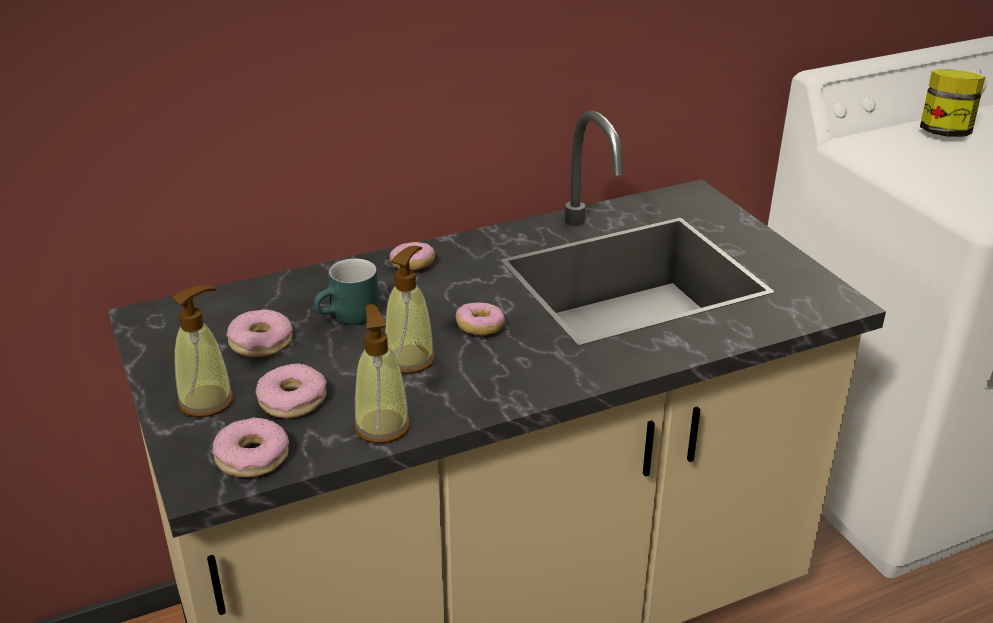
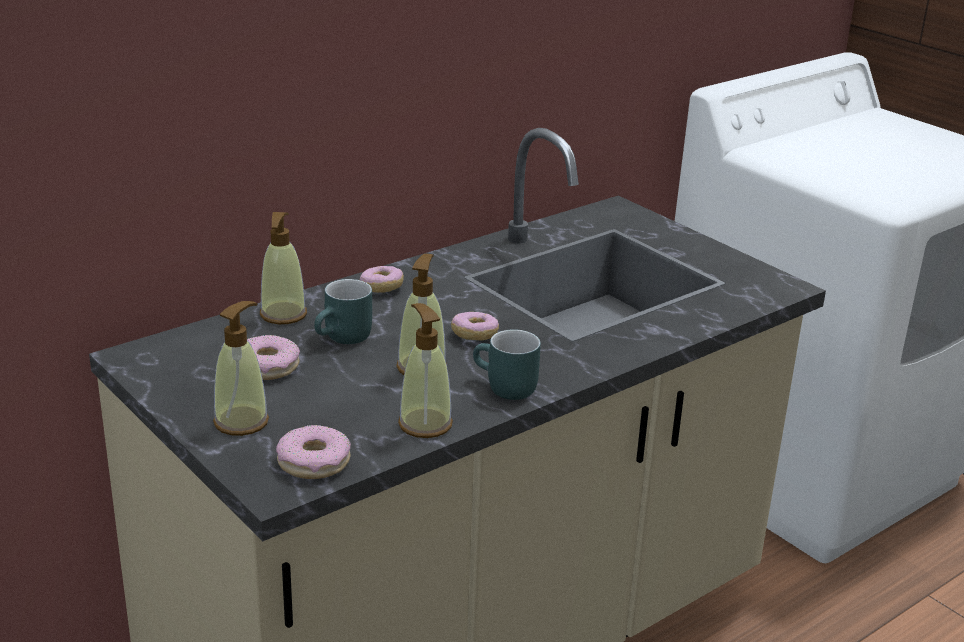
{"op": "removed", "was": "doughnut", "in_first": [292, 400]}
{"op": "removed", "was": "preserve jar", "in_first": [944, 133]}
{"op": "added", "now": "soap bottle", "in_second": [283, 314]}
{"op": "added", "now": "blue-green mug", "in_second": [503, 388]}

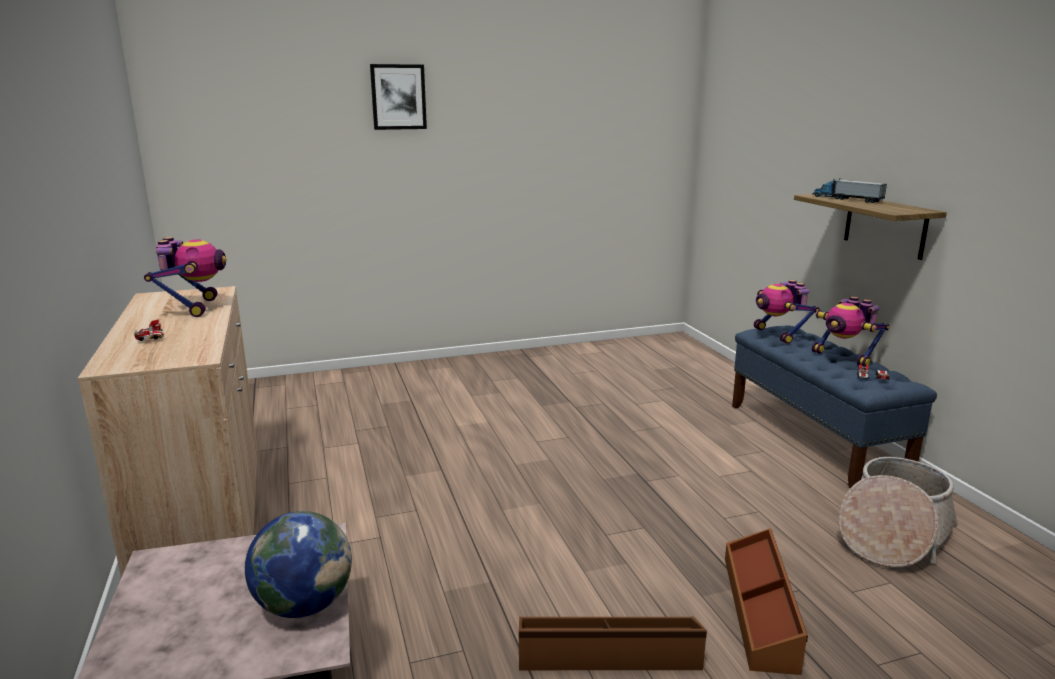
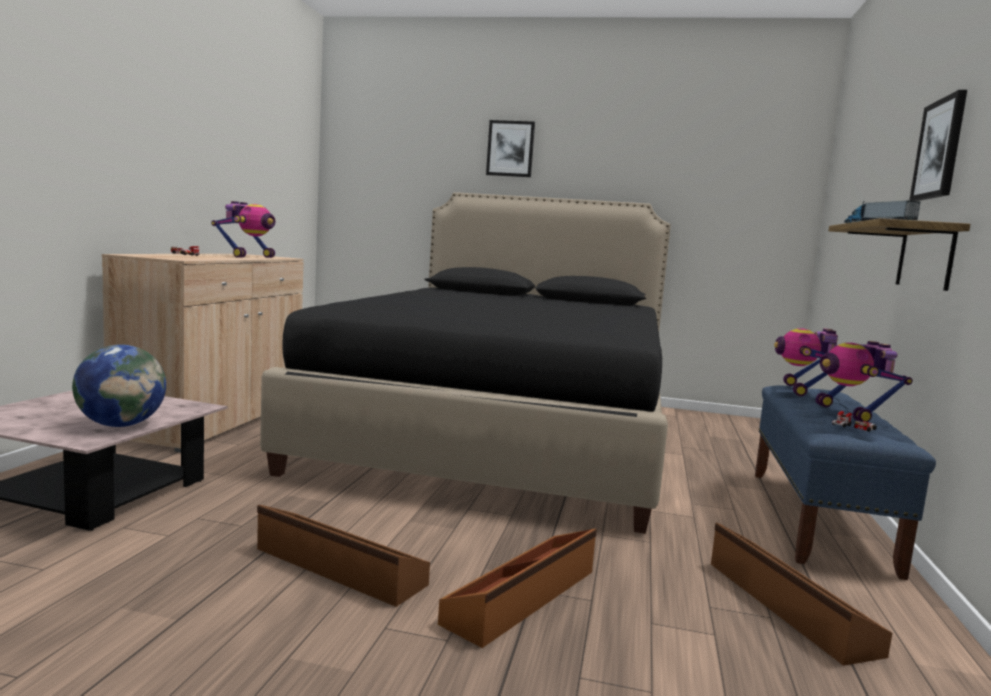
{"op": "replaced", "was": "basket", "now": "brownish storage bin", "in_first": [892, 534], "in_second": [786, 606]}
{"op": "added", "now": "black-coloured bed", "in_second": [502, 432]}
{"op": "added", "now": "wall picture", "in_second": [940, 149]}

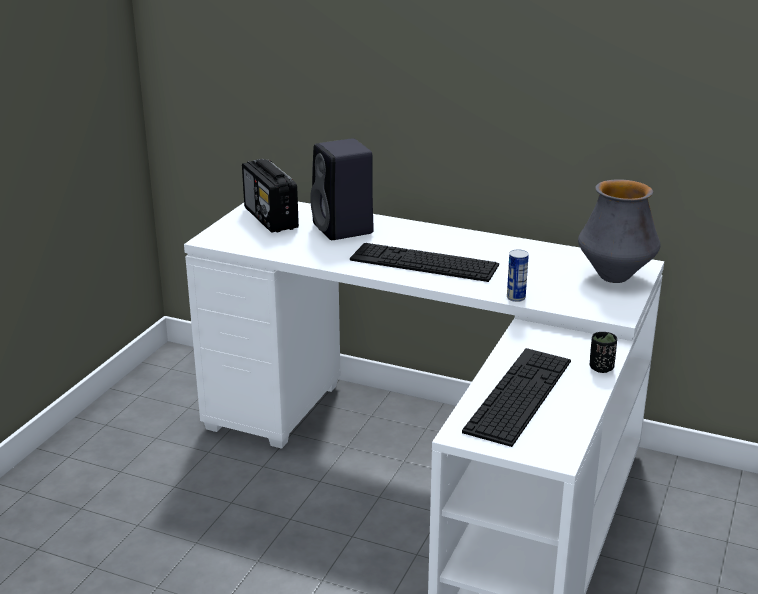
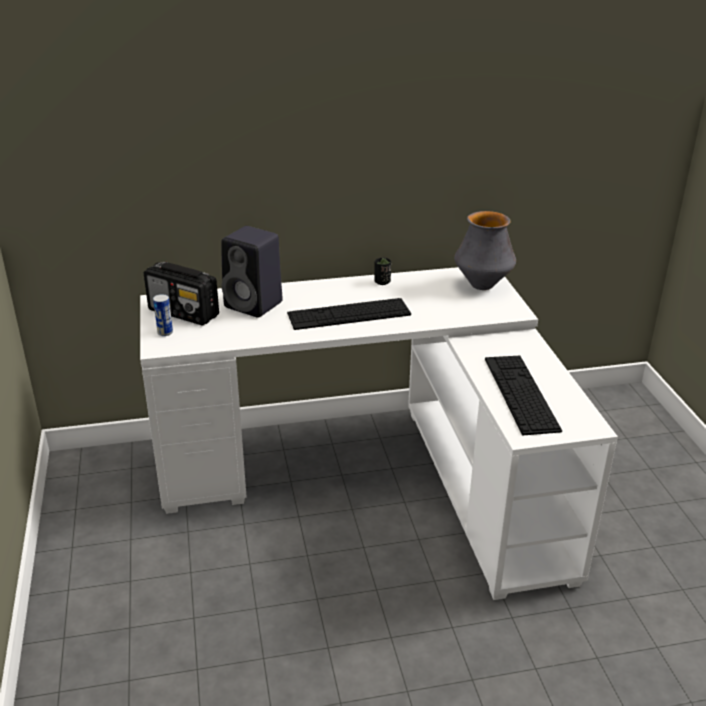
{"op": "moved", "was": "can", "in_first": [516, 298], "in_second": [165, 332]}
{"op": "moved", "was": "black-coloured cup", "in_first": [601, 368], "in_second": [382, 282]}

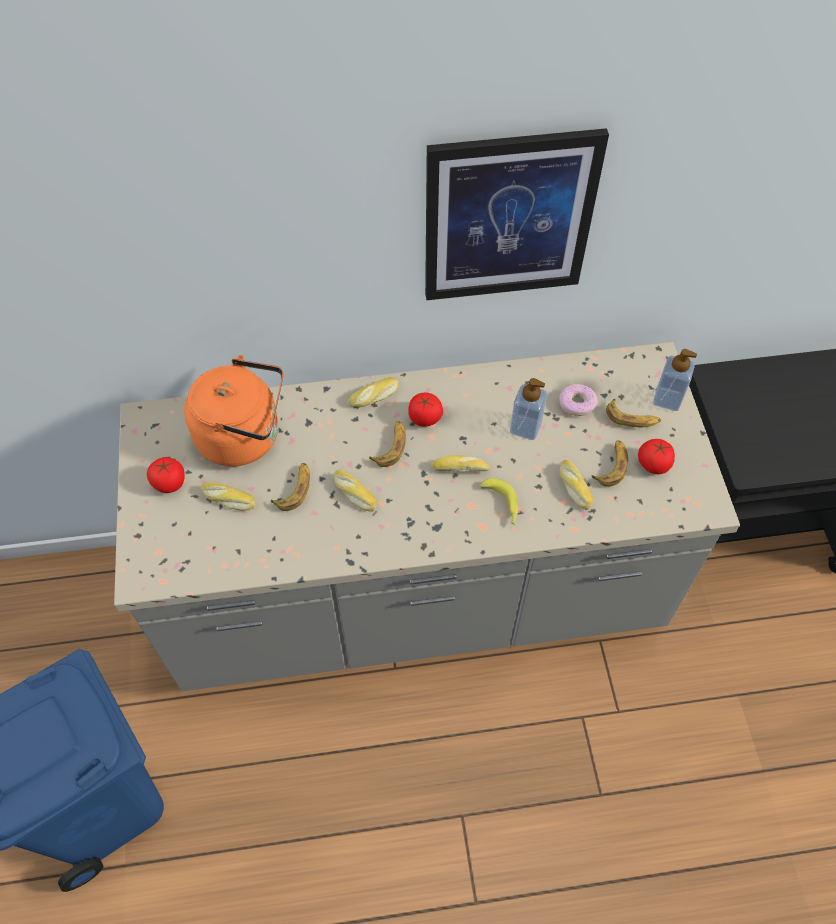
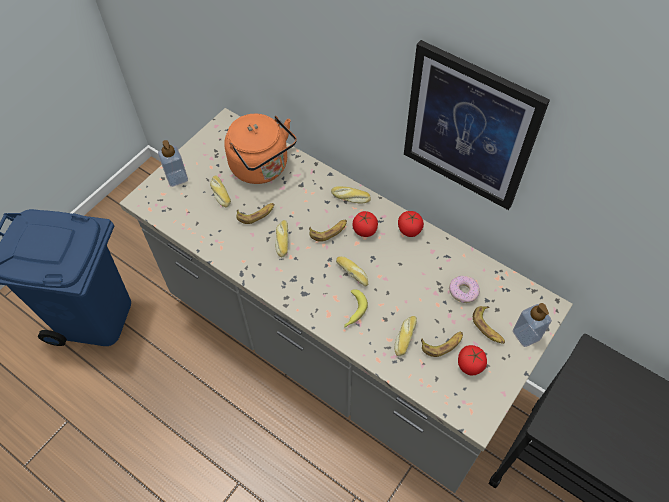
{"op": "moved", "was": "whole tomato", "in_first": [169, 483], "in_second": [409, 229]}
{"op": "moved", "was": "soap bottle", "in_first": [525, 427], "in_second": [177, 178]}

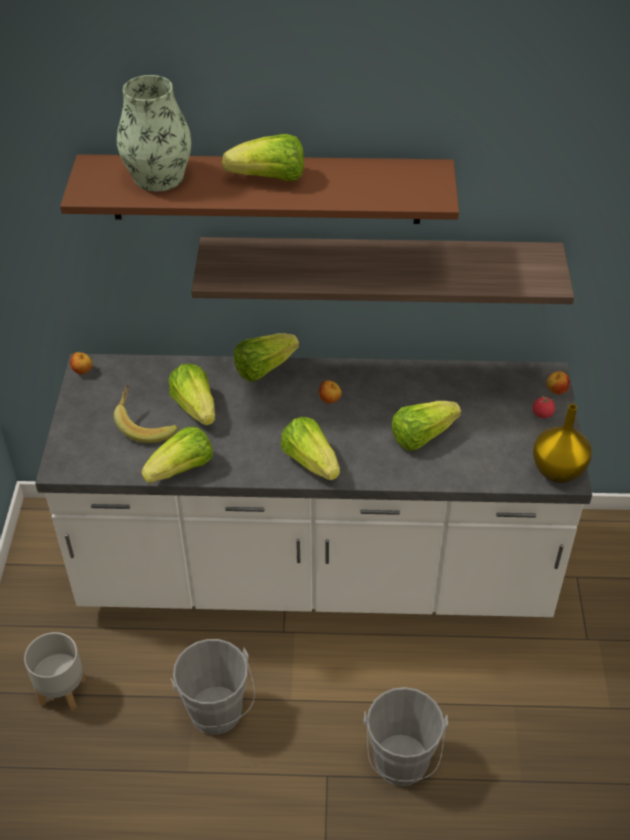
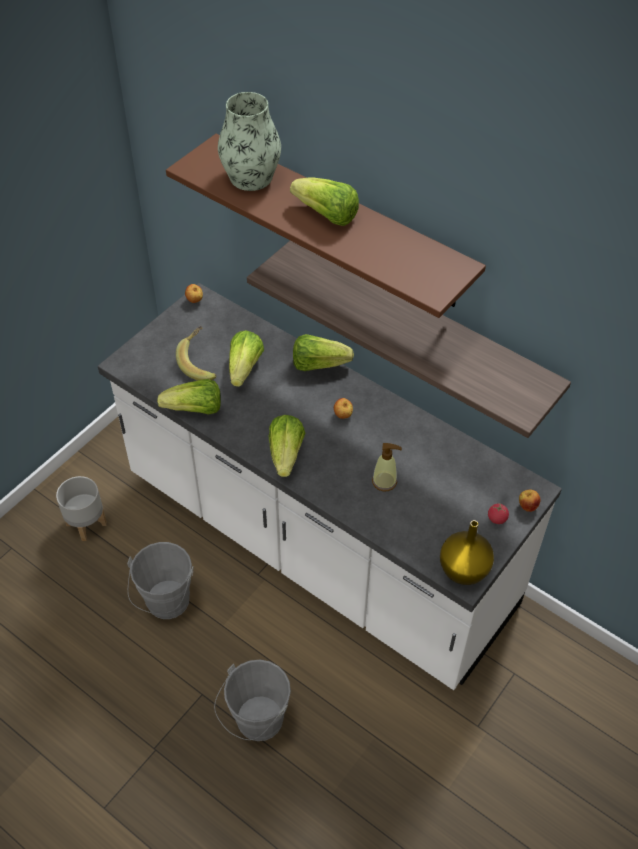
{"op": "replaced", "was": "lettuce head", "now": "soap bottle", "in_first": [422, 436], "in_second": [384, 481]}

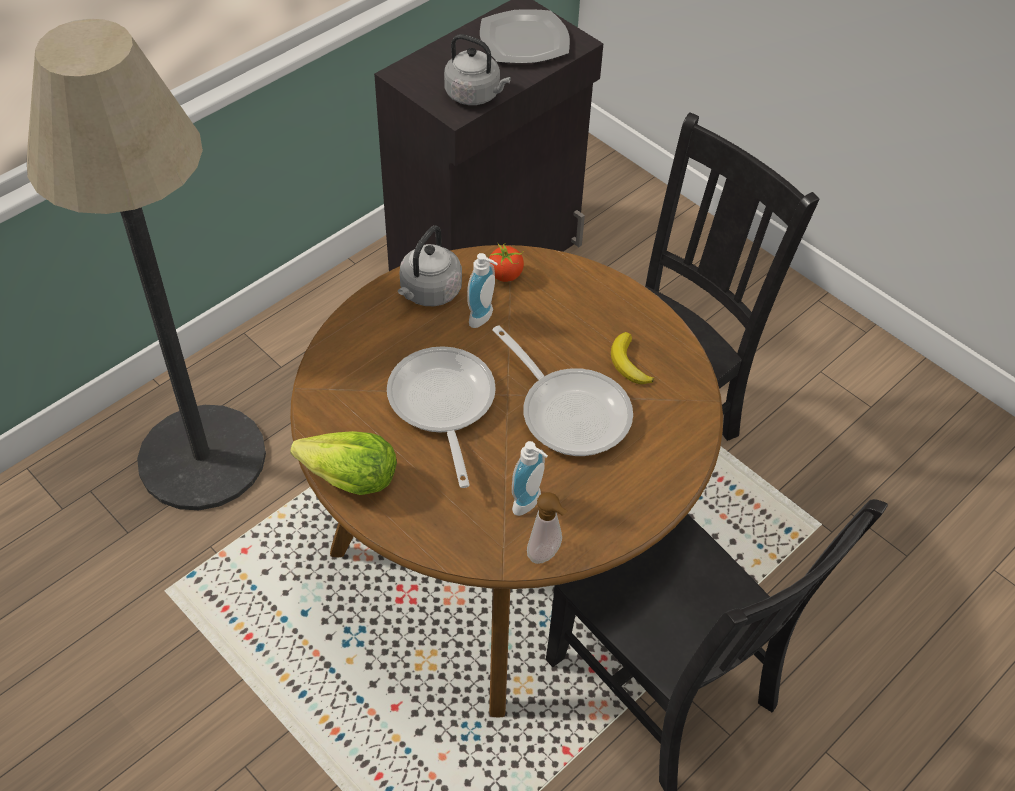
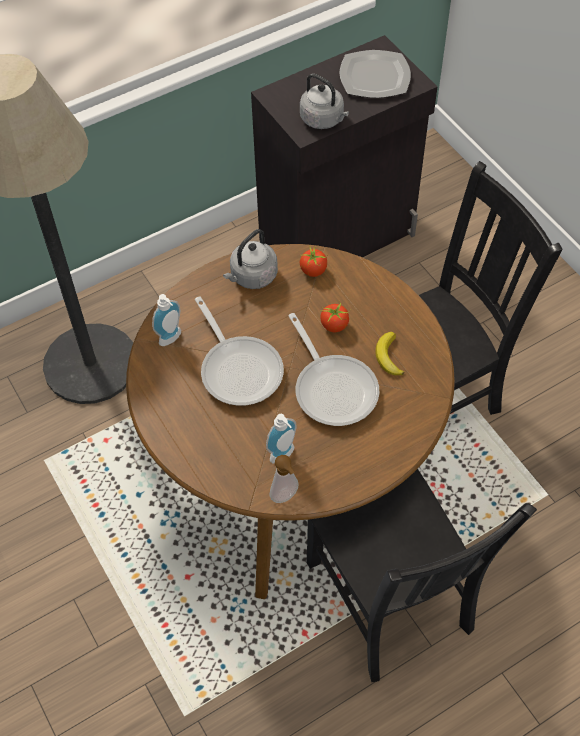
{"op": "removed", "was": "lettuce head", "in_first": [349, 479]}
{"op": "turned", "was": "frying pan", "in_first": [442, 406], "in_second": [239, 368], "clockwise": 150}
{"op": "moved", "was": "soap bottle", "in_first": [484, 318], "in_second": [172, 339]}
{"op": "added", "now": "whole tomato", "in_second": [334, 325]}

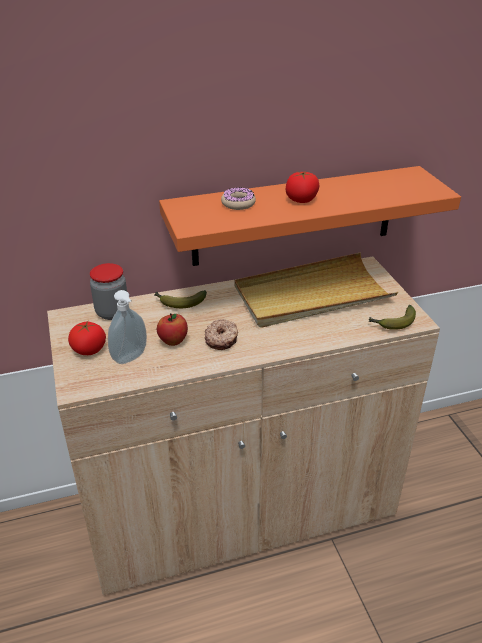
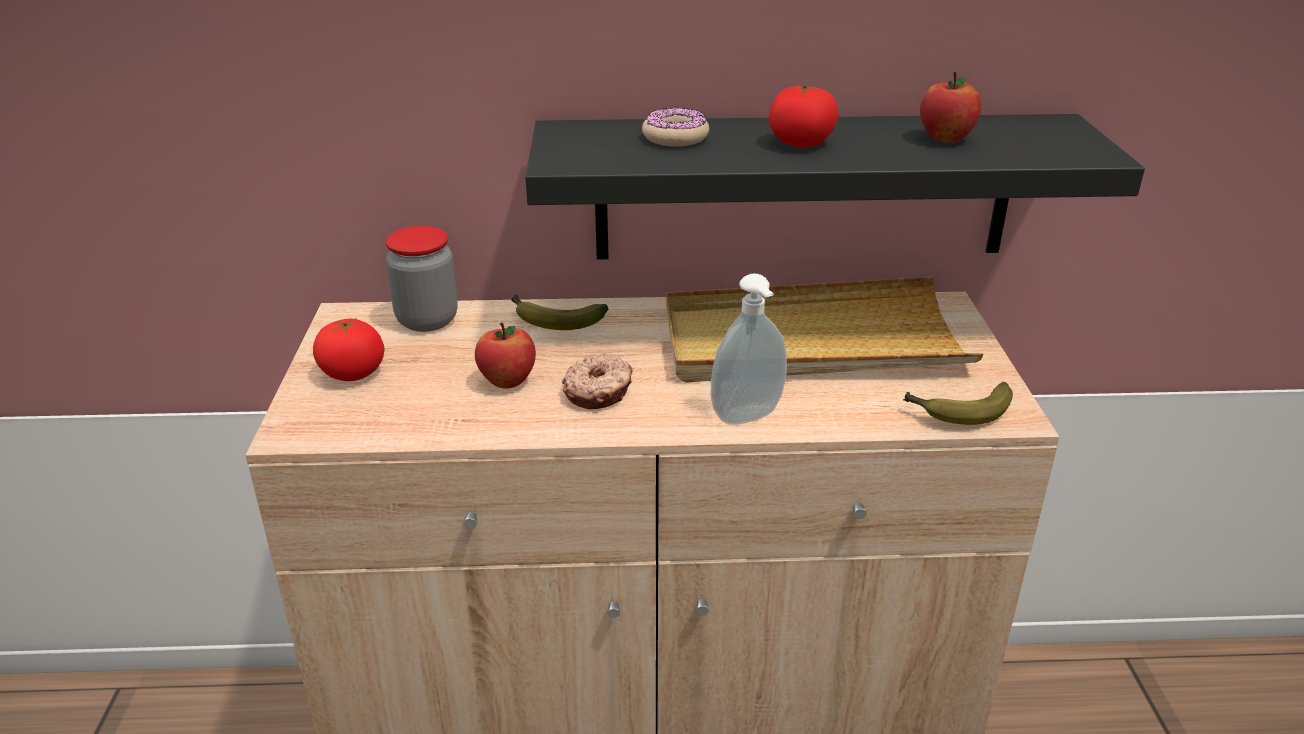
{"op": "moved", "was": "soap bottle", "in_first": [131, 358], "in_second": [749, 418]}
{"op": "recoloured", "was": "orangey shelf", "now": "black-coloured shelf", "in_first": [294, 216], "in_second": [803, 187]}
{"op": "added", "now": "whole apple", "in_second": [945, 139]}

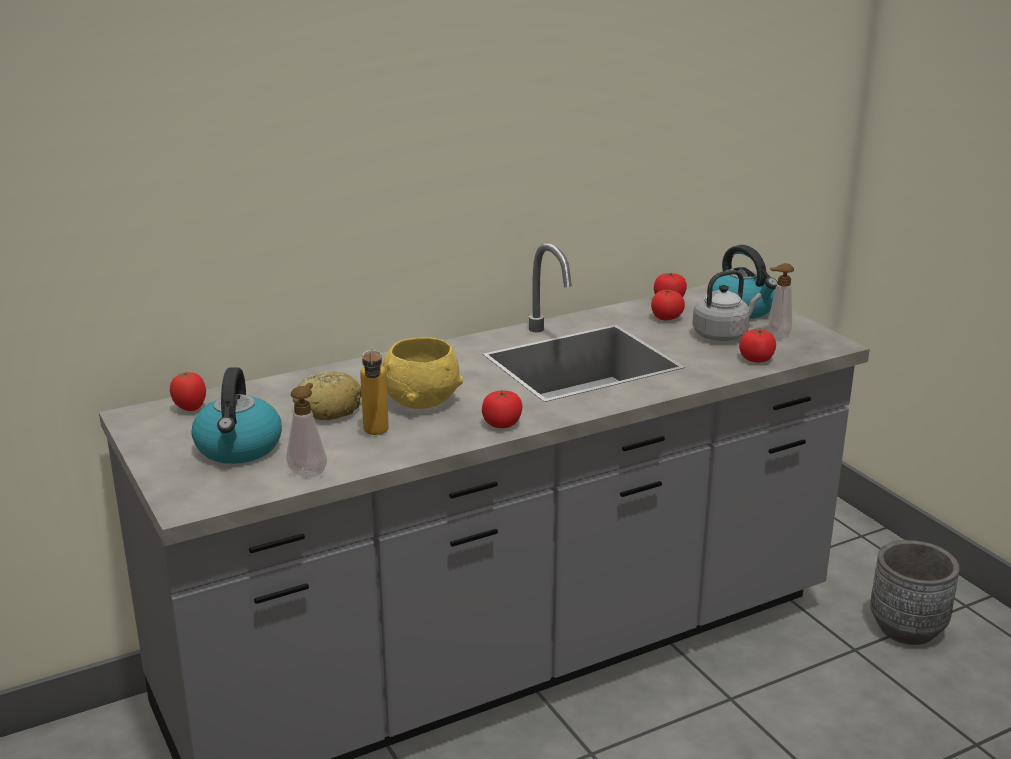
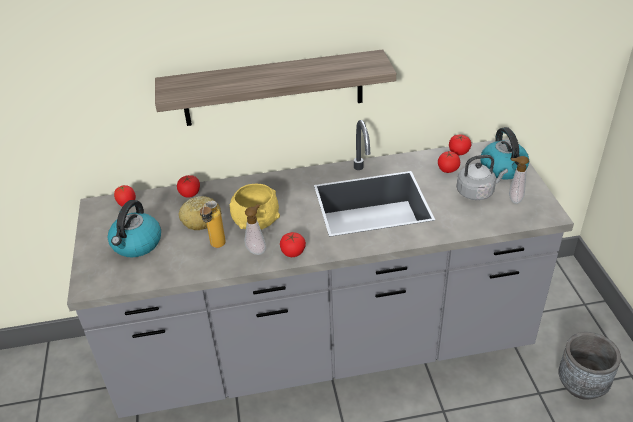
{"op": "moved", "was": "soap bottle", "in_first": [309, 472], "in_second": [257, 250]}
{"op": "moved", "was": "whole tomato", "in_first": [756, 359], "in_second": [190, 193]}
{"op": "added", "now": "shelf", "in_second": [273, 88]}

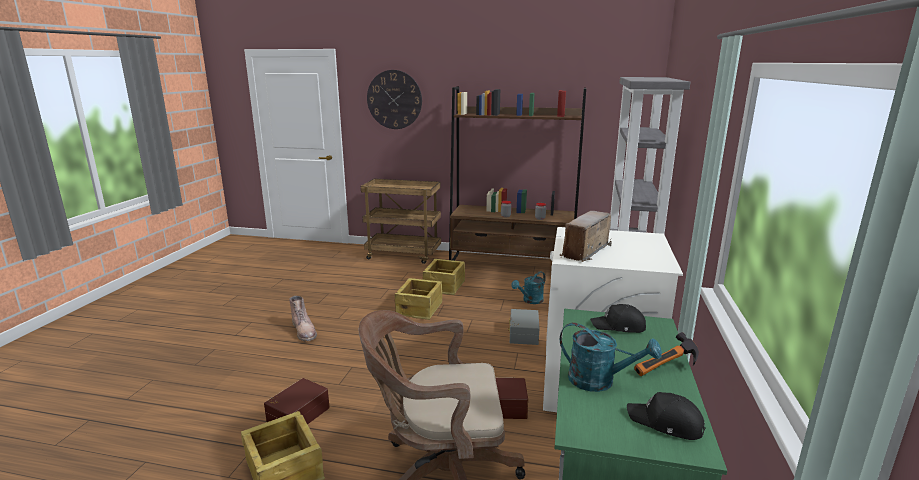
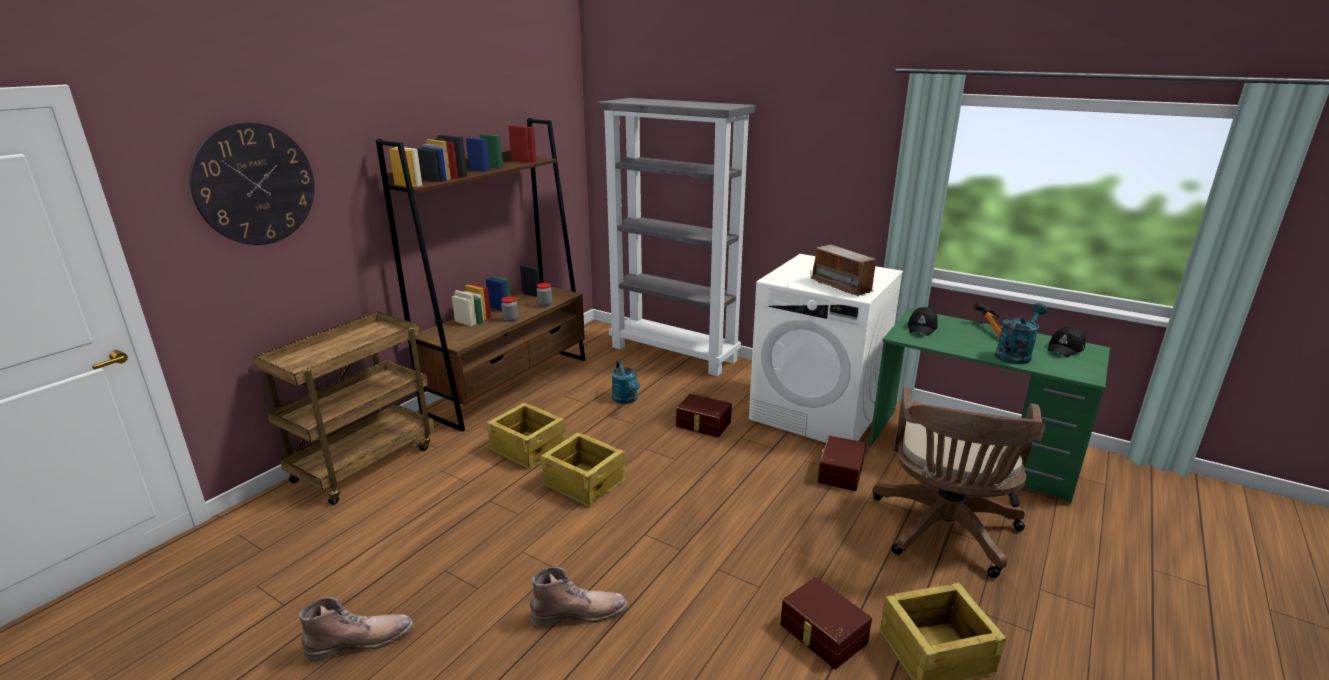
{"op": "recoloured", "was": "gray storage bin", "now": "brownish storage bin", "in_first": [522, 334], "in_second": [703, 425]}
{"op": "added", "now": "brownish boot", "in_second": [361, 641]}

